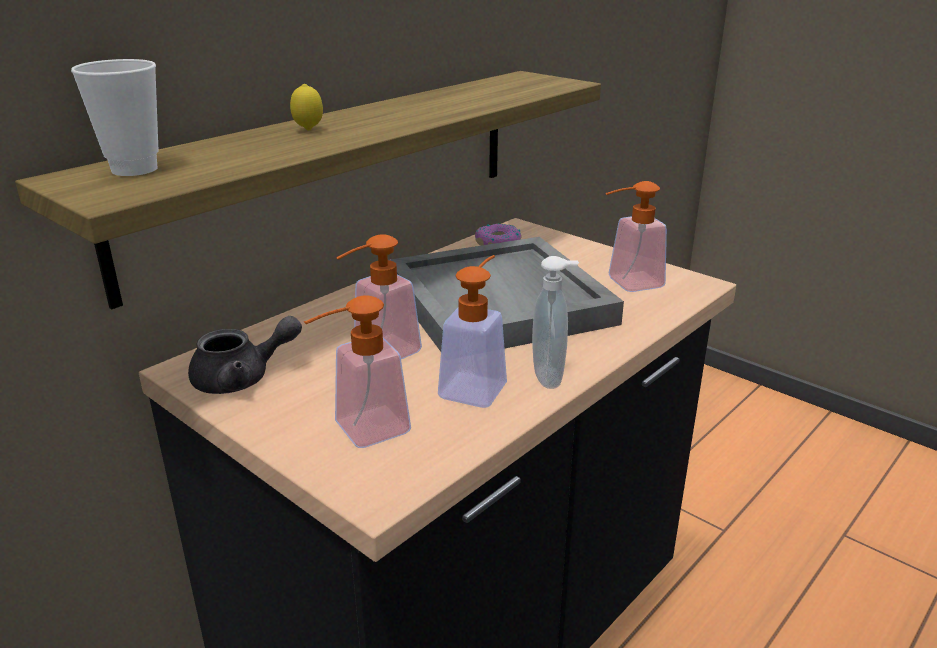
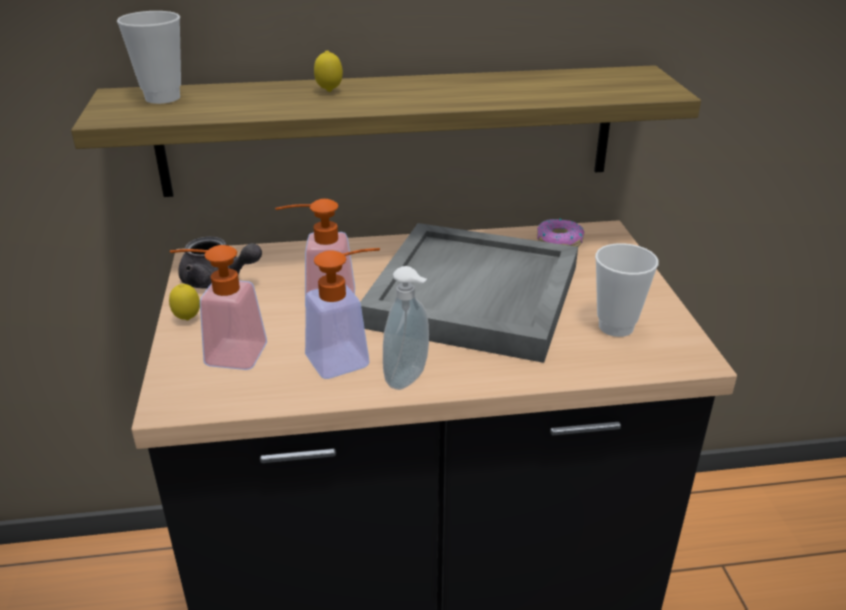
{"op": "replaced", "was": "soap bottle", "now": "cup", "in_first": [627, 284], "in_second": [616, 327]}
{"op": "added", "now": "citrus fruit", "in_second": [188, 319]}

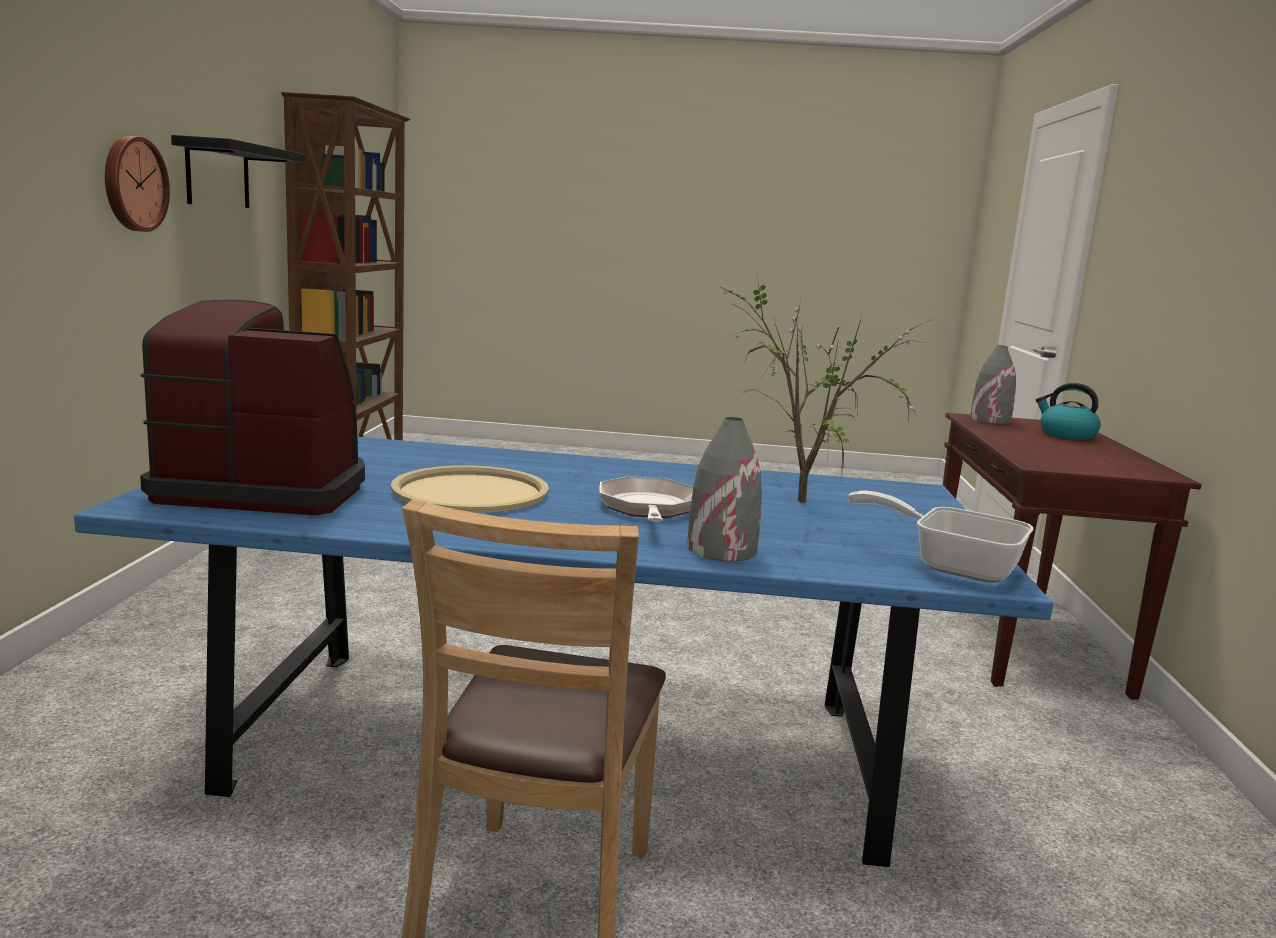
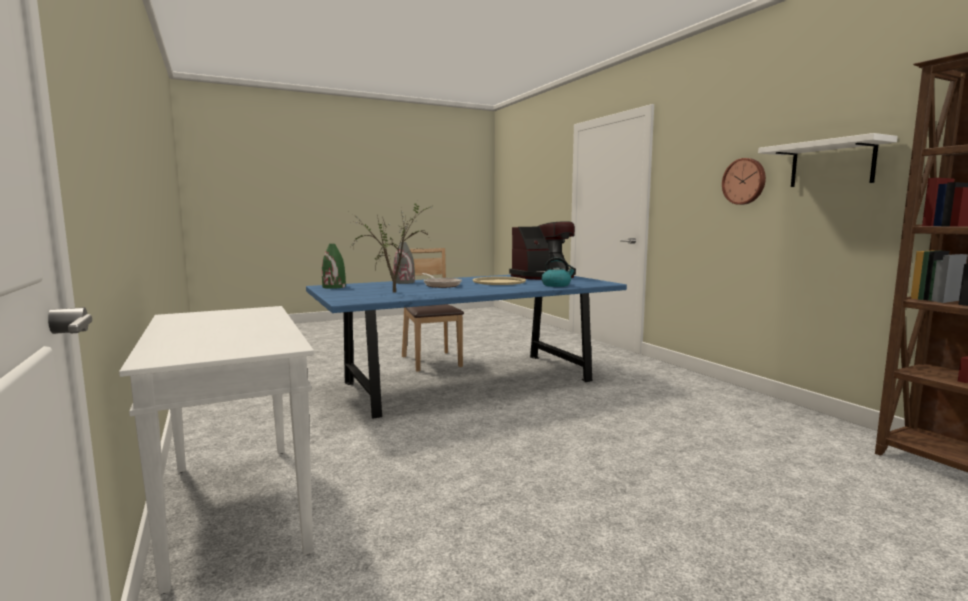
{"op": "recoloured", "was": "black-coloured shelf", "now": "whitish shelf", "in_first": [218, 175], "in_second": [832, 164]}
{"op": "replaced", "was": "frying pan", "now": "green-coloured vase", "in_first": [952, 565], "in_second": [334, 287]}
{"op": "recoloured", "was": "brownish console table", "now": "whitish console table", "in_first": [1022, 637], "in_second": [234, 506]}
{"op": "removed", "was": "gray vase", "in_first": [989, 420]}
{"op": "moved", "was": "tea kettle", "in_first": [1066, 435], "in_second": [556, 285]}

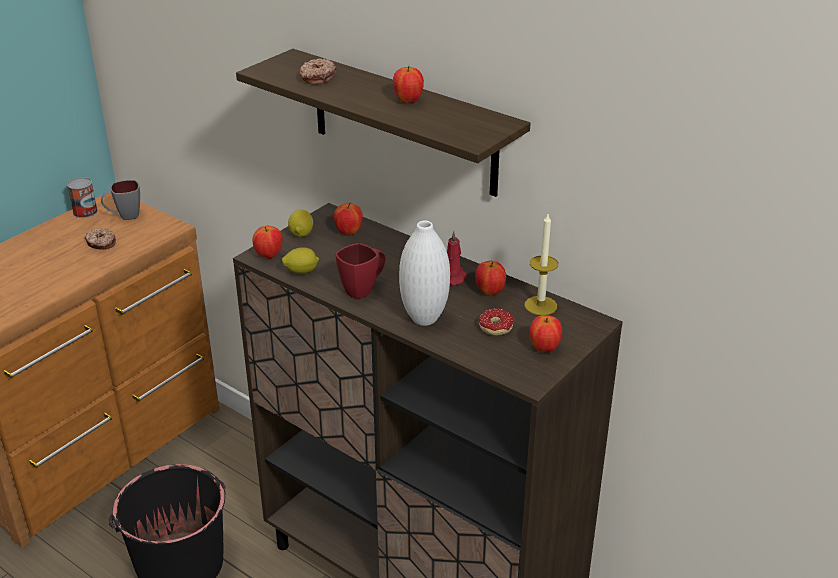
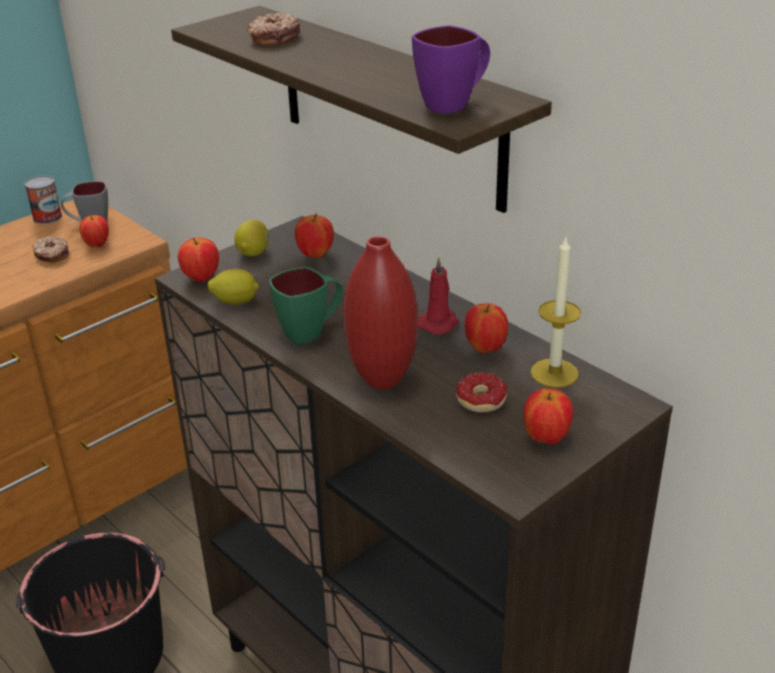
{"op": "recoloured", "was": "reddish mug", "now": "green-coloured mug", "in_first": [363, 289], "in_second": [311, 331]}
{"op": "moved", "was": "whole apple", "in_first": [408, 101], "in_second": [97, 245]}
{"op": "recoloured", "was": "whitish vase", "now": "reddish vase", "in_first": [424, 319], "in_second": [382, 379]}
{"op": "added", "now": "purple-coloured mug", "in_second": [454, 104]}

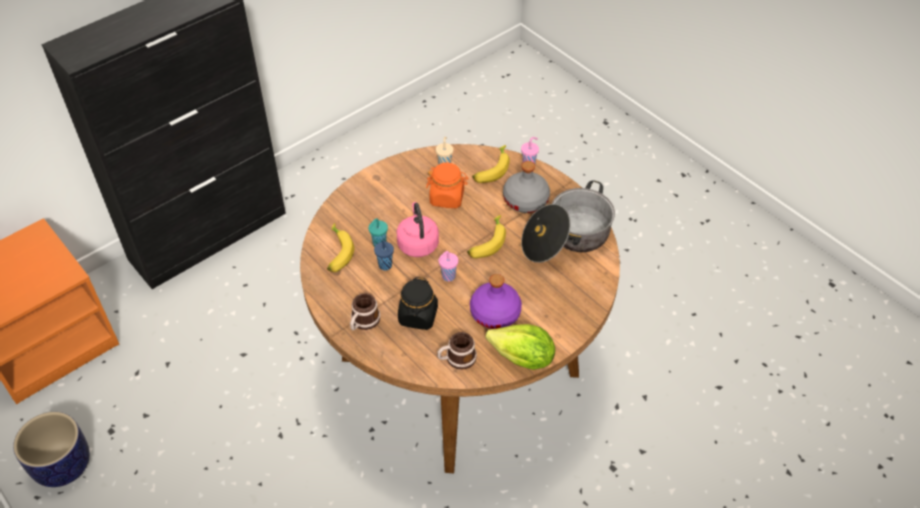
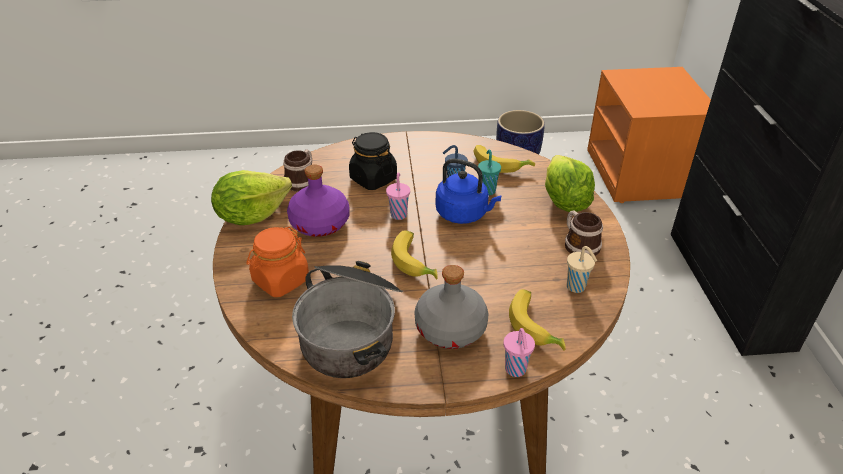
{"op": "moved", "was": "mug", "in_first": [363, 322], "in_second": [579, 244]}
{"op": "recoloured", "was": "pink tea kettle", "now": "blue-coloured tea kettle", "in_first": [417, 243], "in_second": [464, 214]}
{"op": "moved", "was": "orangey preserve jar", "in_first": [447, 198], "in_second": [280, 280]}
{"op": "added", "now": "lettuce head", "in_second": [564, 202]}

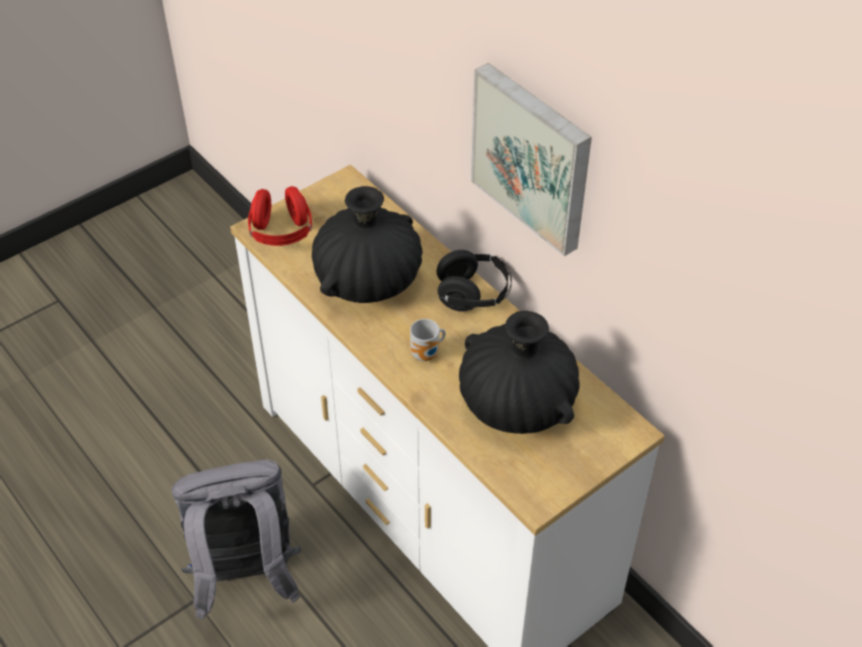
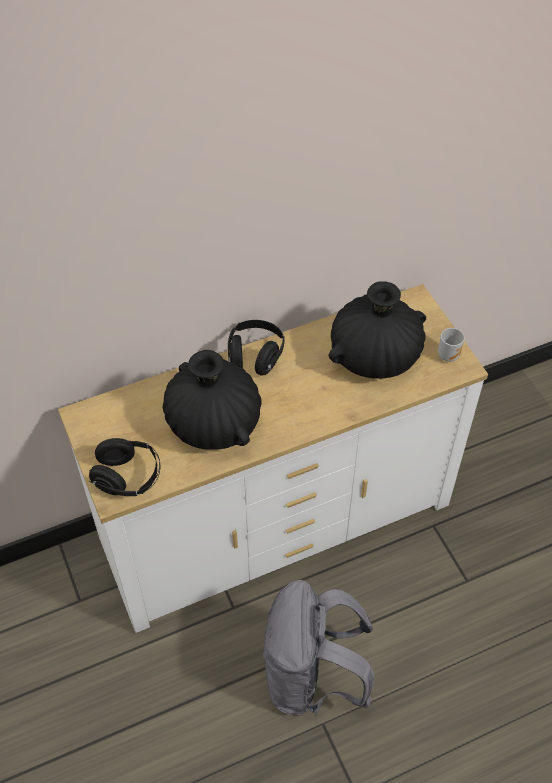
{"op": "recoloured", "was": "reddish headphones", "now": "black-coloured headphones", "in_first": [281, 233], "in_second": [128, 478]}
{"op": "moved", "was": "mug", "in_first": [427, 355], "in_second": [448, 354]}
{"op": "removed", "was": "wall picture", "in_first": [533, 156]}

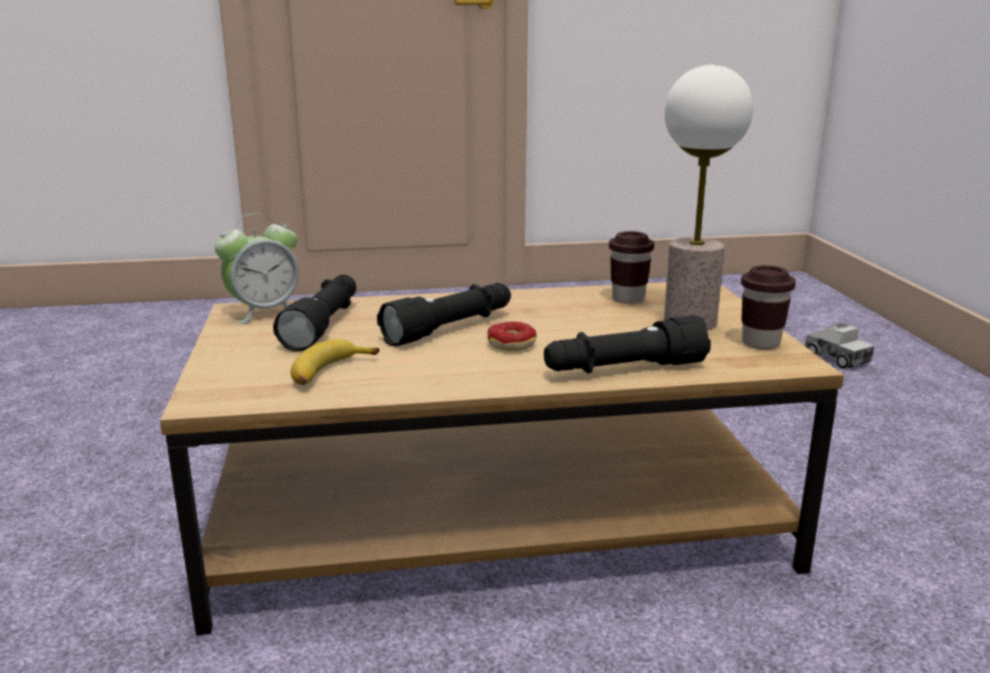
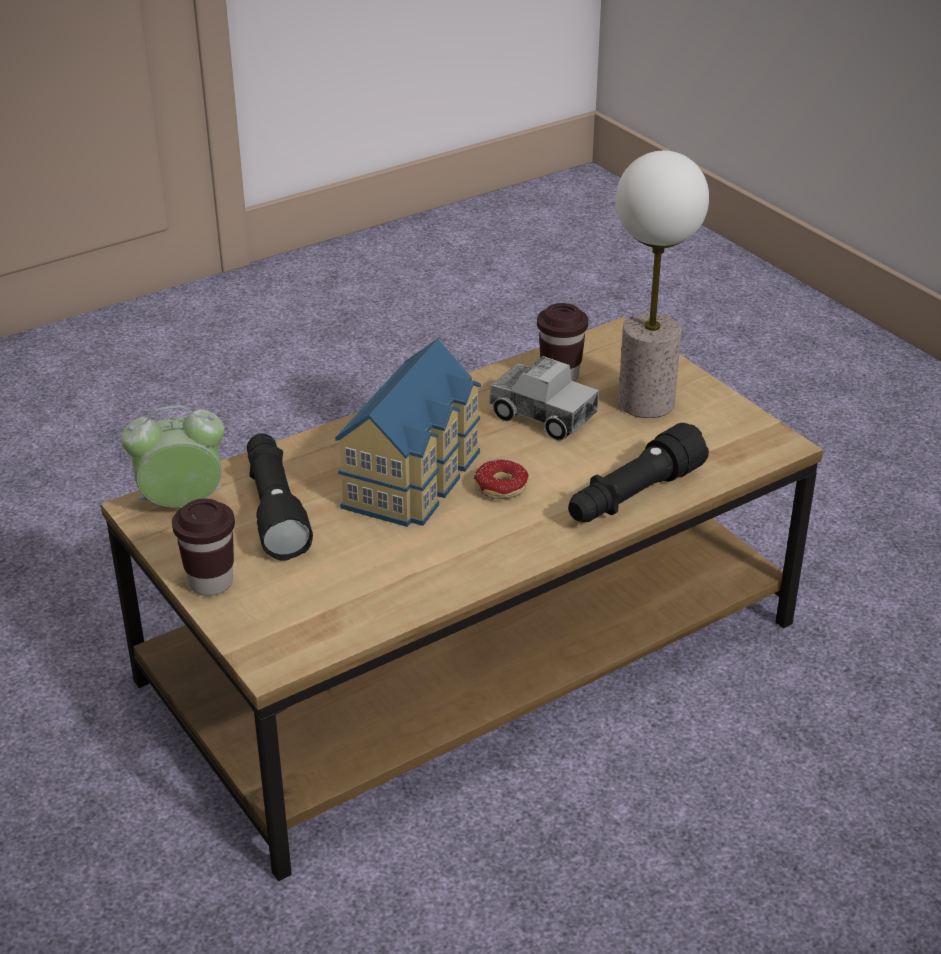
{"op": "turned", "was": "bedside clock", "in_first": [264, 312], "in_second": [182, 504], "clockwise": -135}
{"op": "removed", "was": "banana", "in_first": [329, 373]}
{"op": "replaced", "was": "black-coloured hand torch", "now": "model house", "in_first": [450, 328], "in_second": [417, 477]}
{"op": "moved", "was": "brownish cup", "in_first": [760, 343], "in_second": [211, 583]}
{"op": "moved", "was": "toy truck", "in_first": [836, 358], "in_second": [542, 416]}

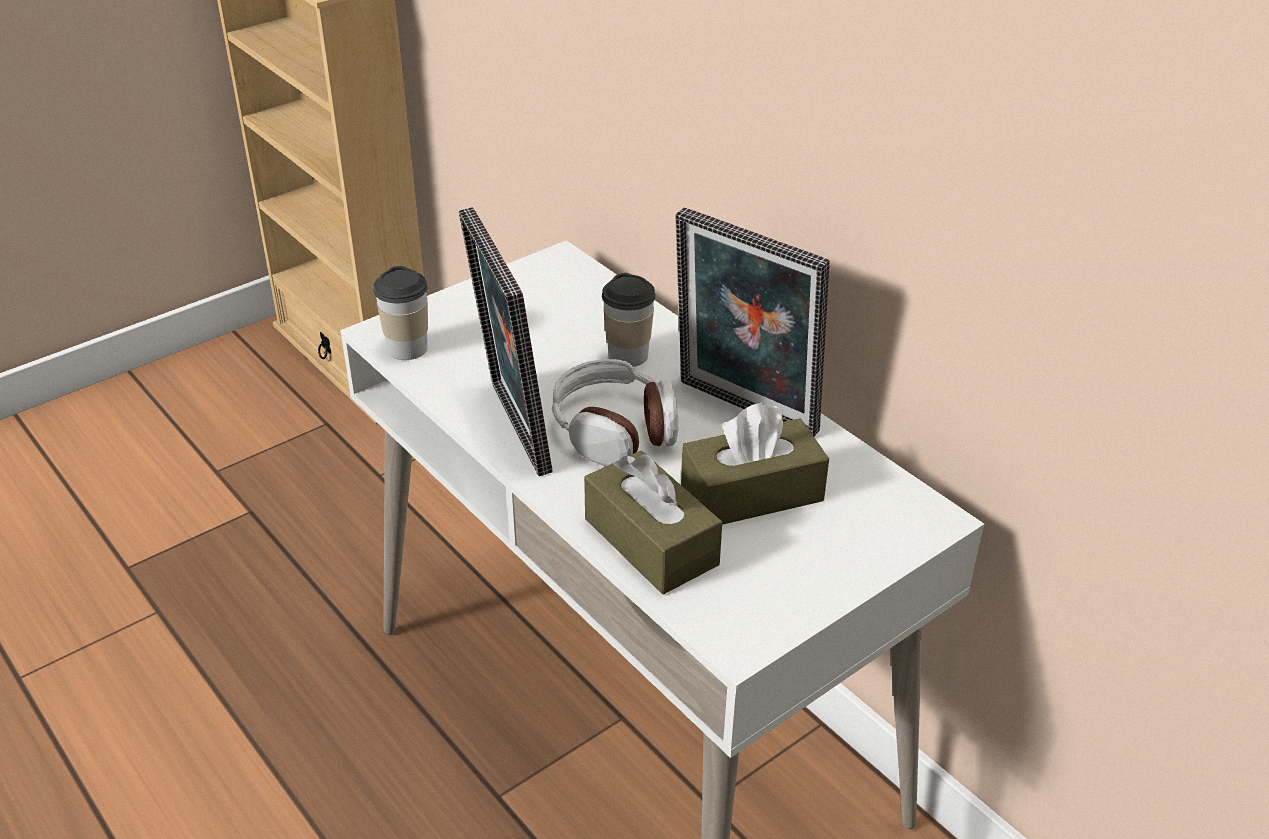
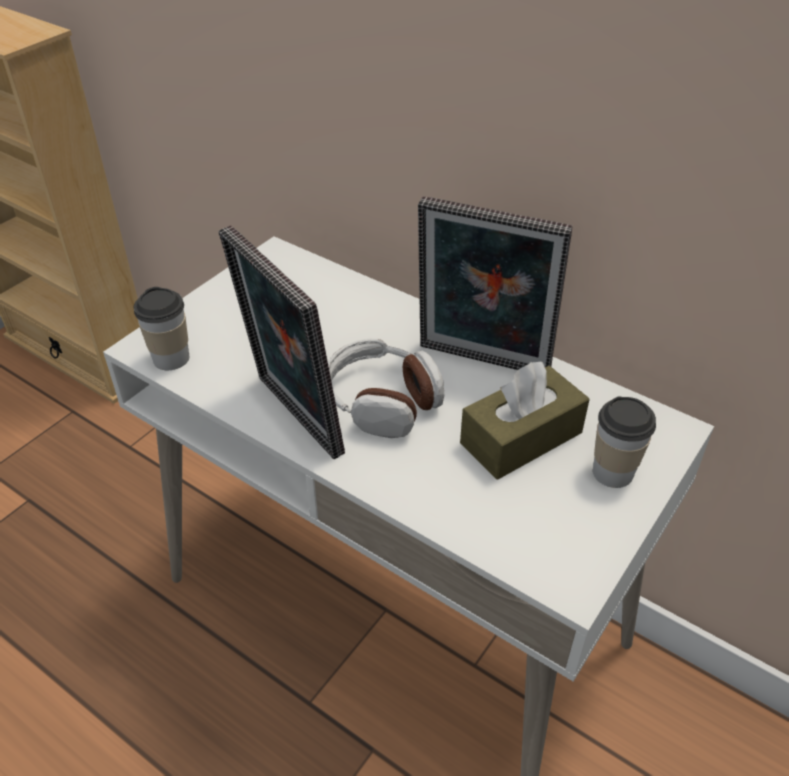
{"op": "removed", "was": "brownish box of tissues", "in_first": [651, 541]}
{"op": "moved", "was": "cup", "in_first": [628, 355], "in_second": [613, 472]}

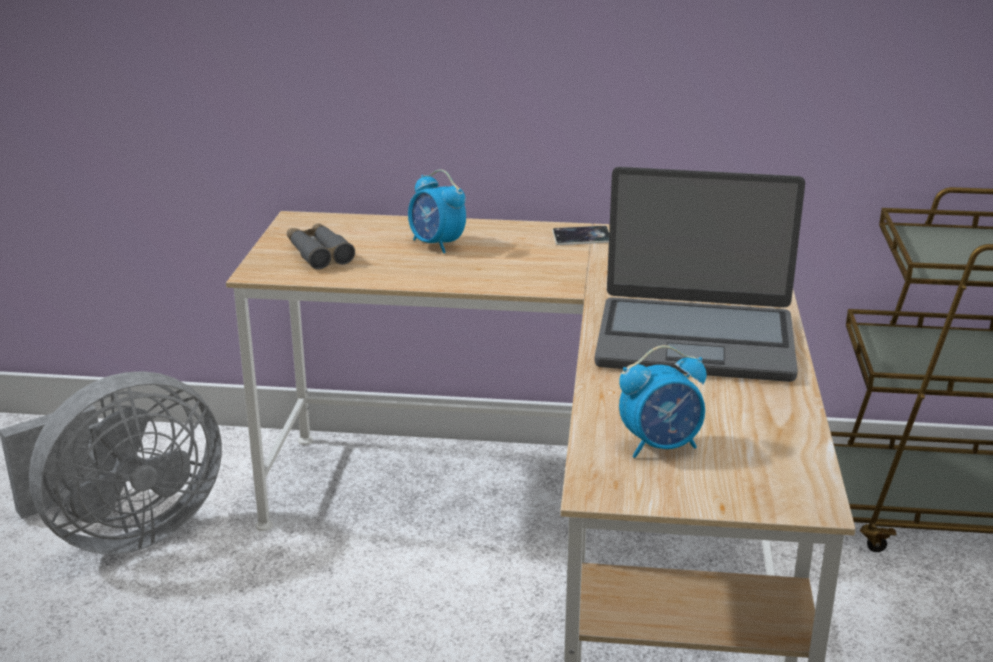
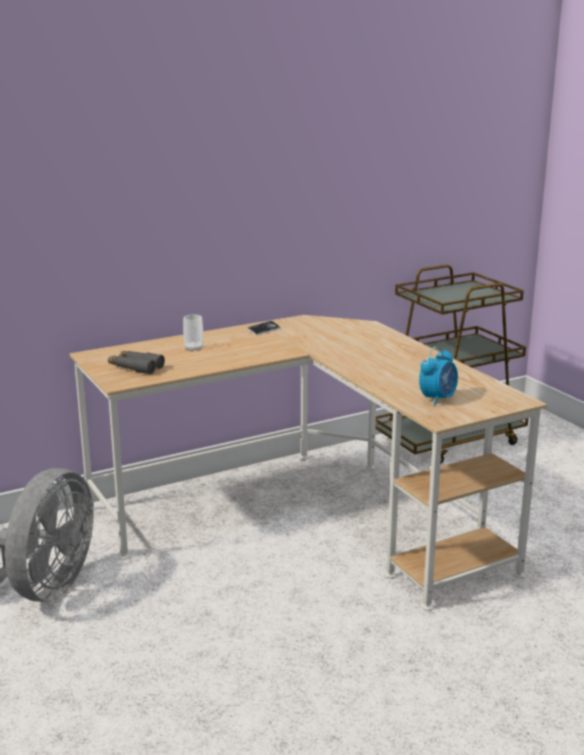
{"op": "replaced", "was": "bedside clock", "now": "cup", "in_first": [437, 244], "in_second": [193, 349]}
{"op": "removed", "was": "laptop", "in_first": [695, 340]}

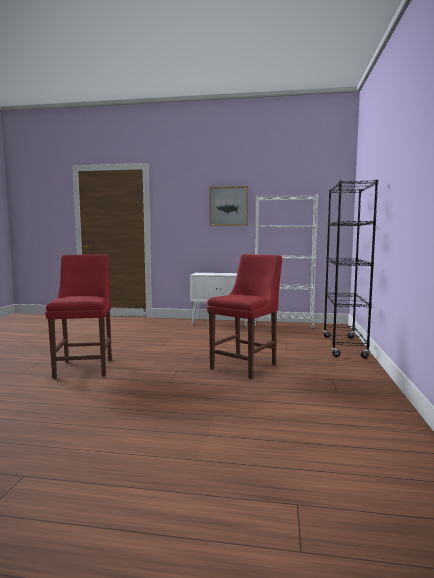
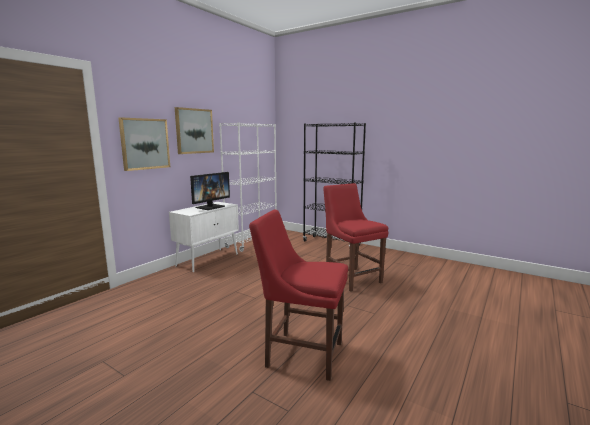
{"op": "added", "now": "wall picture", "in_second": [145, 144]}
{"op": "added", "now": "computer screen", "in_second": [210, 207]}

